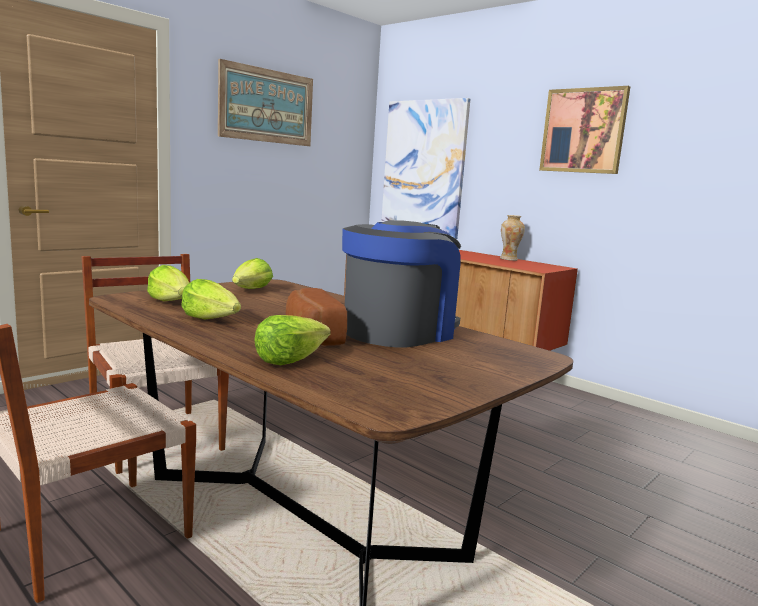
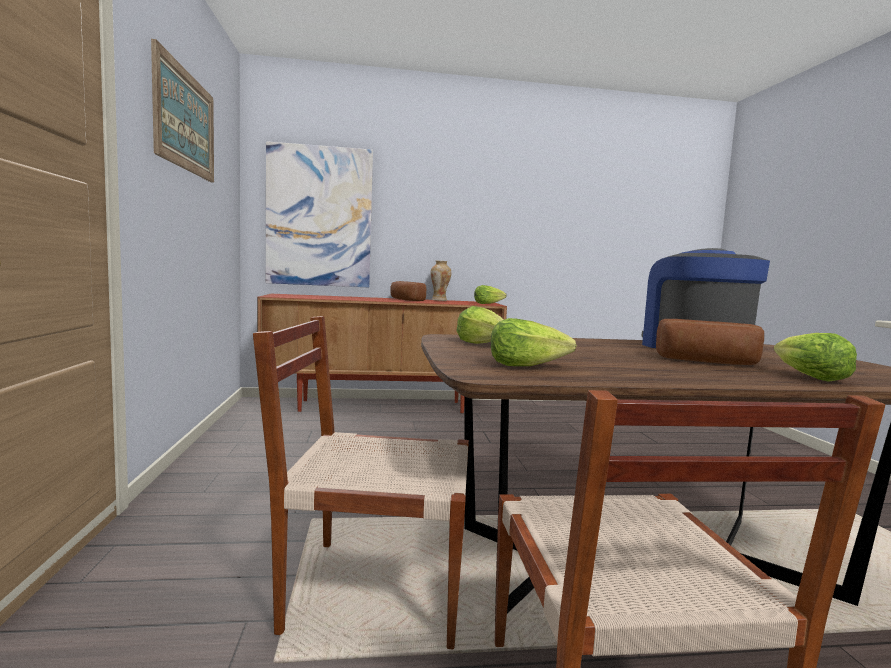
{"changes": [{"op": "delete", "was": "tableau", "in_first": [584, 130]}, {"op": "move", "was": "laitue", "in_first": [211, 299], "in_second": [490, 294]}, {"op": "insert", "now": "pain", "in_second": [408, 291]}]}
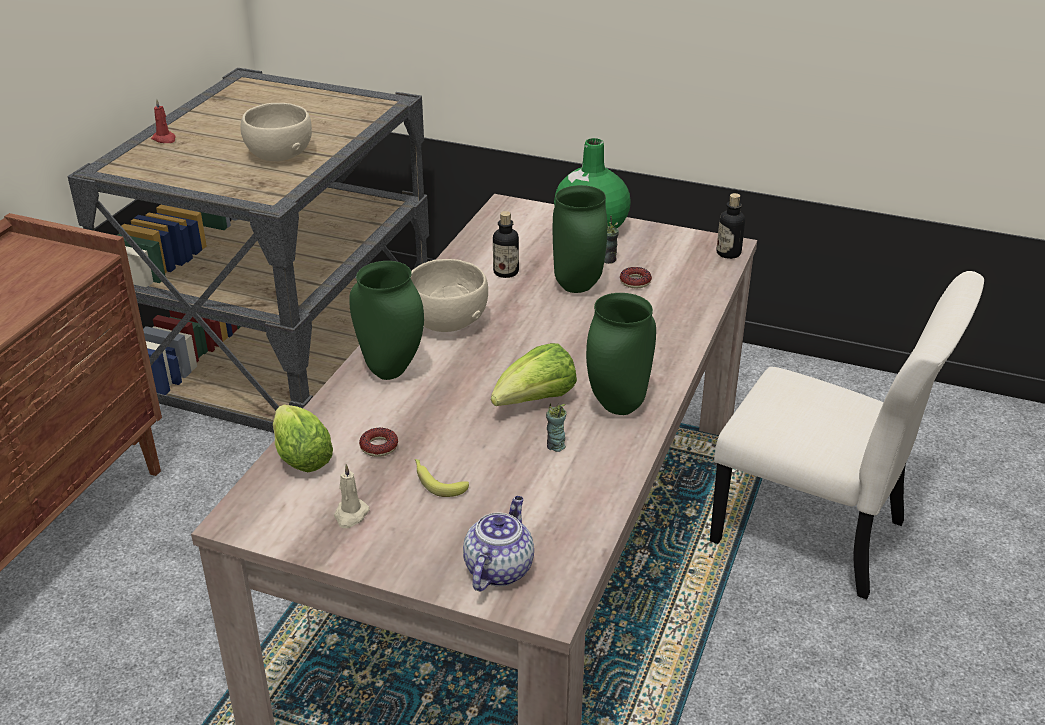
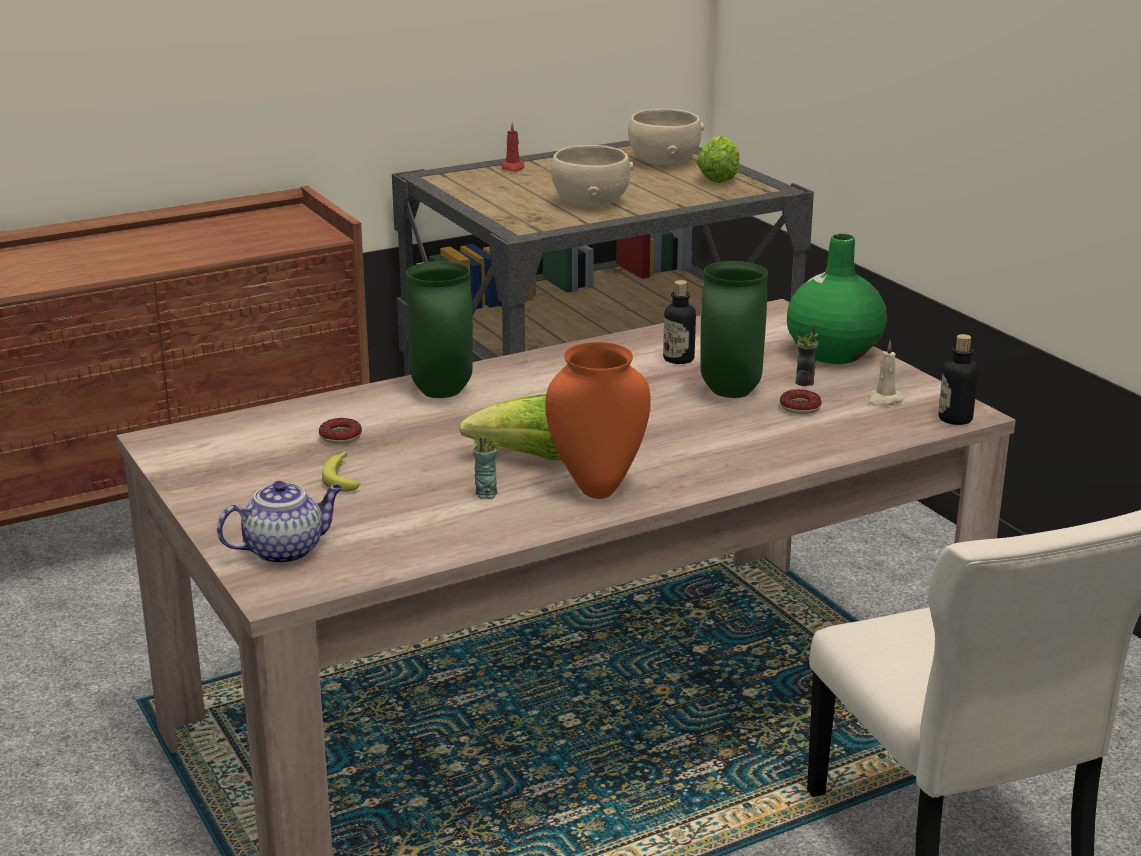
{"changes": [{"op": "move", "was": "bol/beige", "in_first": [449, 295], "in_second": [666, 137]}, {"op": "recolor", "was": "vase/vert", "now": "vase/orange", "in_first": [621, 354], "in_second": [598, 420]}, {"op": "move", "was": "laitue", "in_first": [303, 438], "in_second": [718, 159]}, {"op": "move", "was": "bougie/beige", "in_first": [352, 496], "in_second": [885, 373]}]}
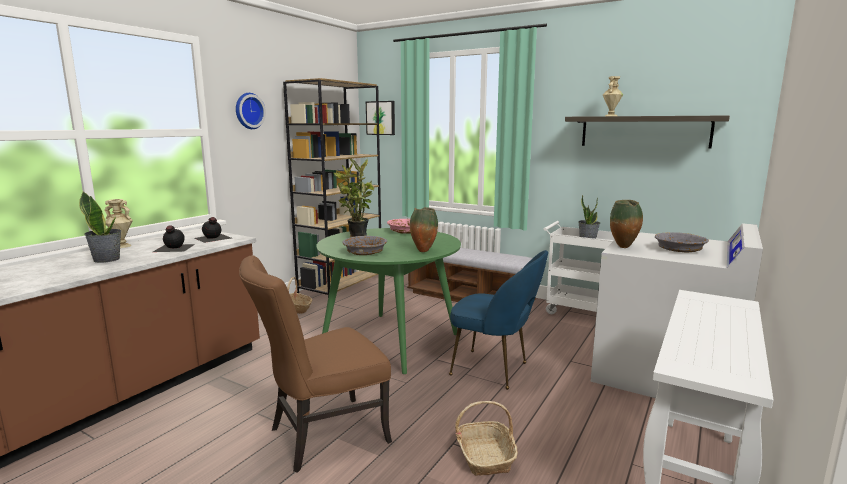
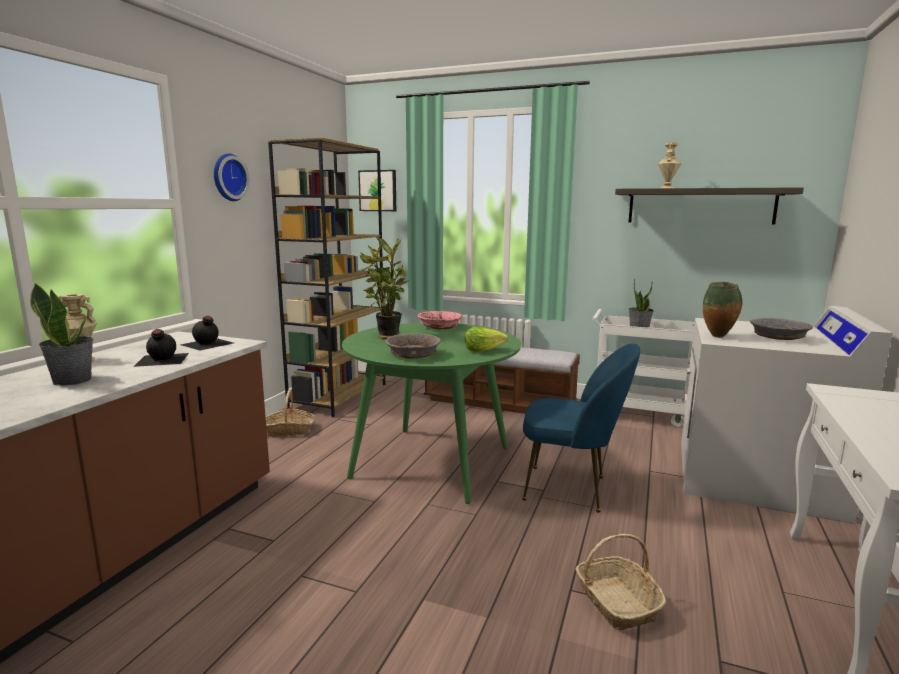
{"changes": [{"op": "replace", "was": "vase", "now": "laitue", "in_first": [424, 229], "in_second": [486, 339]}, {"op": "delete", "was": "chaise/marron", "in_first": [315, 364]}]}
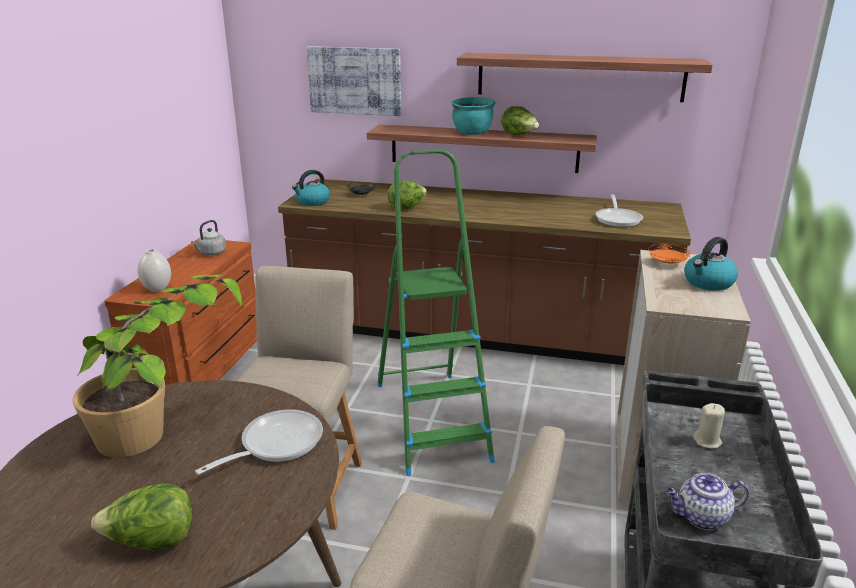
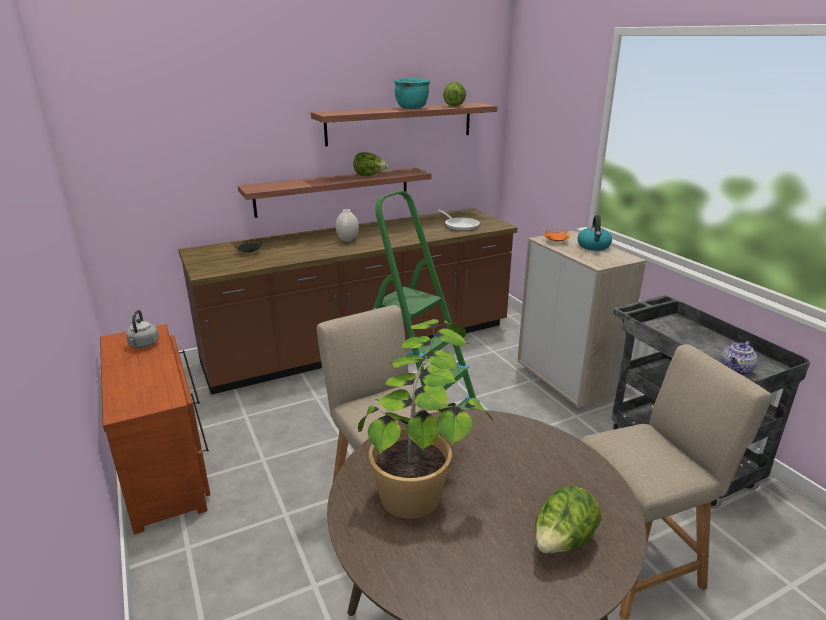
{"changes": [{"op": "delete", "was": "tableau", "in_first": [353, 81]}, {"op": "move", "was": "marmite/turquoise", "in_first": [473, 116], "in_second": [412, 93]}, {"op": "delete", "was": "bouilloire", "in_first": [311, 188]}, {"op": "move", "was": "laitue", "in_first": [407, 195], "in_second": [454, 94]}, {"op": "move", "was": "vase/blanc", "in_first": [154, 270], "in_second": [347, 225]}, {"op": "delete", "was": "bougie/beige", "in_first": [709, 426]}, {"op": "delete", "was": "poêle", "in_first": [259, 442]}]}
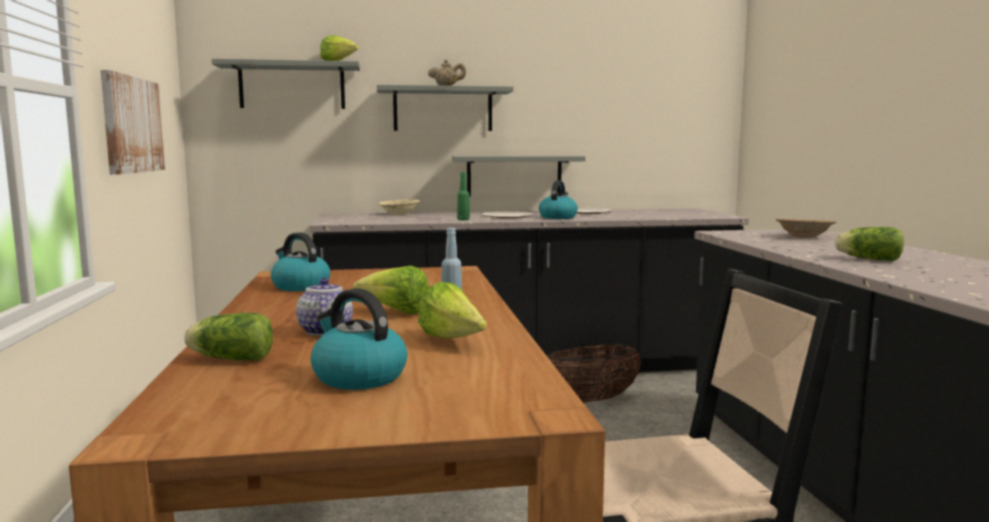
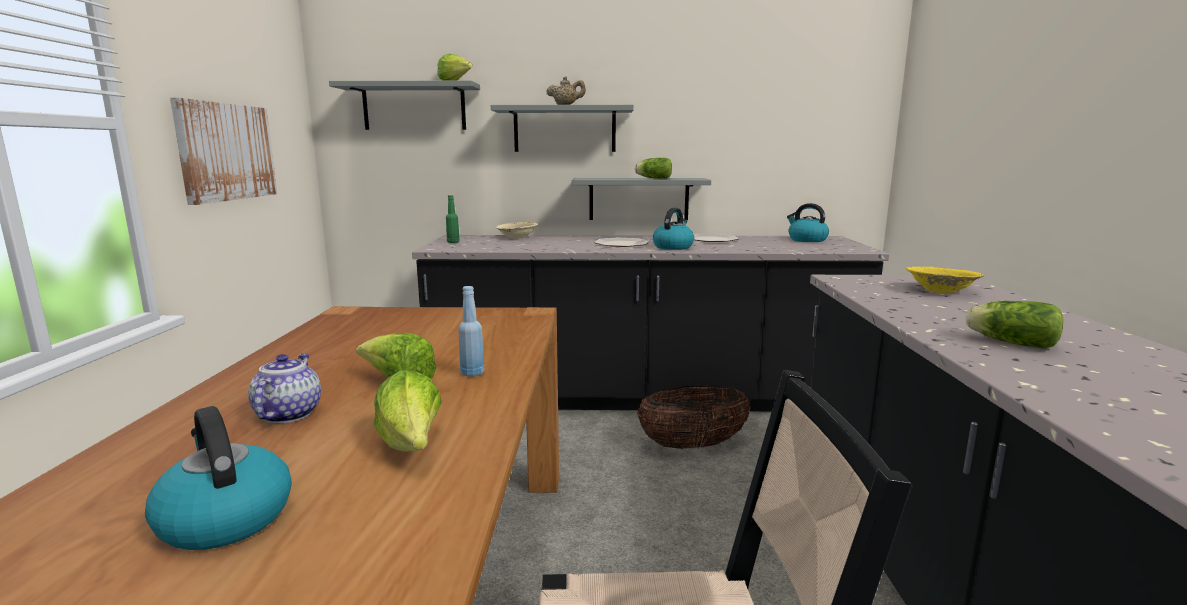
{"changes": [{"op": "move", "was": "bouteille/vert", "in_first": [463, 196], "in_second": [452, 219]}, {"op": "recolor", "was": "bol/marron", "now": "bol/jaune", "in_first": [806, 228], "in_second": [945, 280]}, {"op": "move", "was": "bouilloire", "in_first": [300, 261], "in_second": [808, 222]}, {"op": "move", "was": "laitue", "in_first": [228, 337], "in_second": [653, 168]}]}
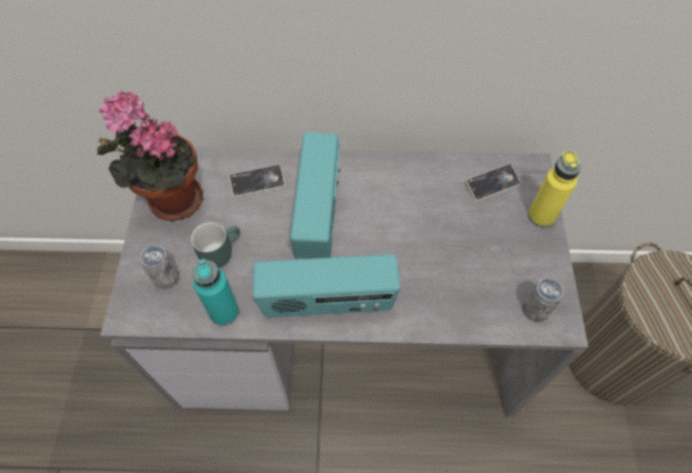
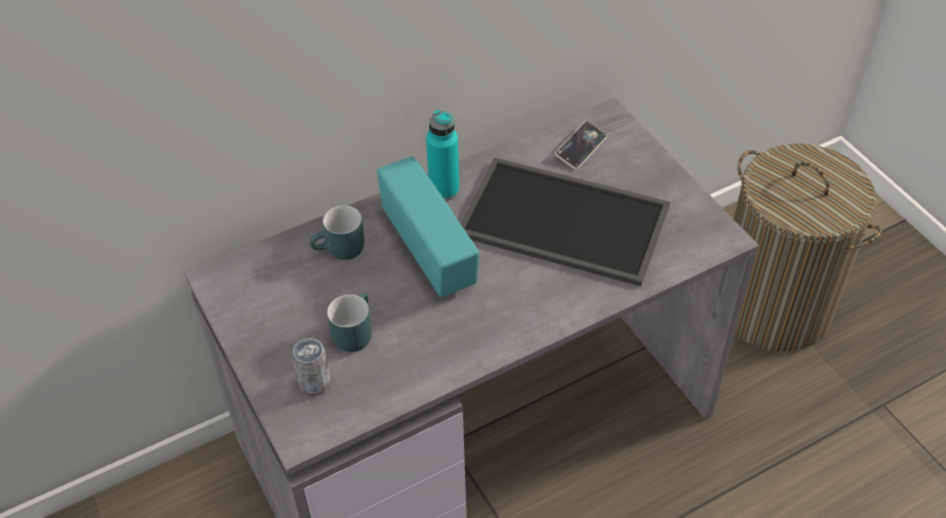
{"changes": [{"op": "delete", "was": "plante en pot", "in_first": [150, 156]}, {"op": "delete", "was": "bouteille/jaune", "in_first": [554, 189]}, {"op": "replace", "was": "téléphone", "now": "mug/turquoise", "in_first": [257, 180], "in_second": [336, 232]}, {"op": "delete", "was": "radio", "in_first": [326, 286]}, {"op": "move", "was": "bouteille/turquoise", "in_first": [215, 292], "in_second": [442, 155]}, {"op": "delete", "was": "boîte métallique", "in_first": [543, 300]}, {"op": "insert", "now": "plateau", "in_second": [565, 221]}]}
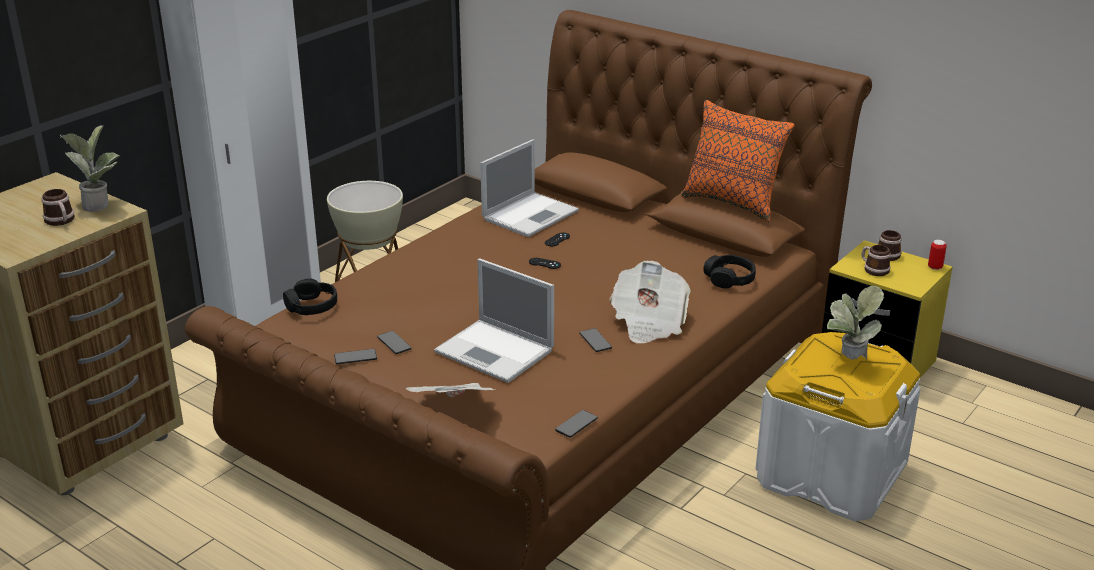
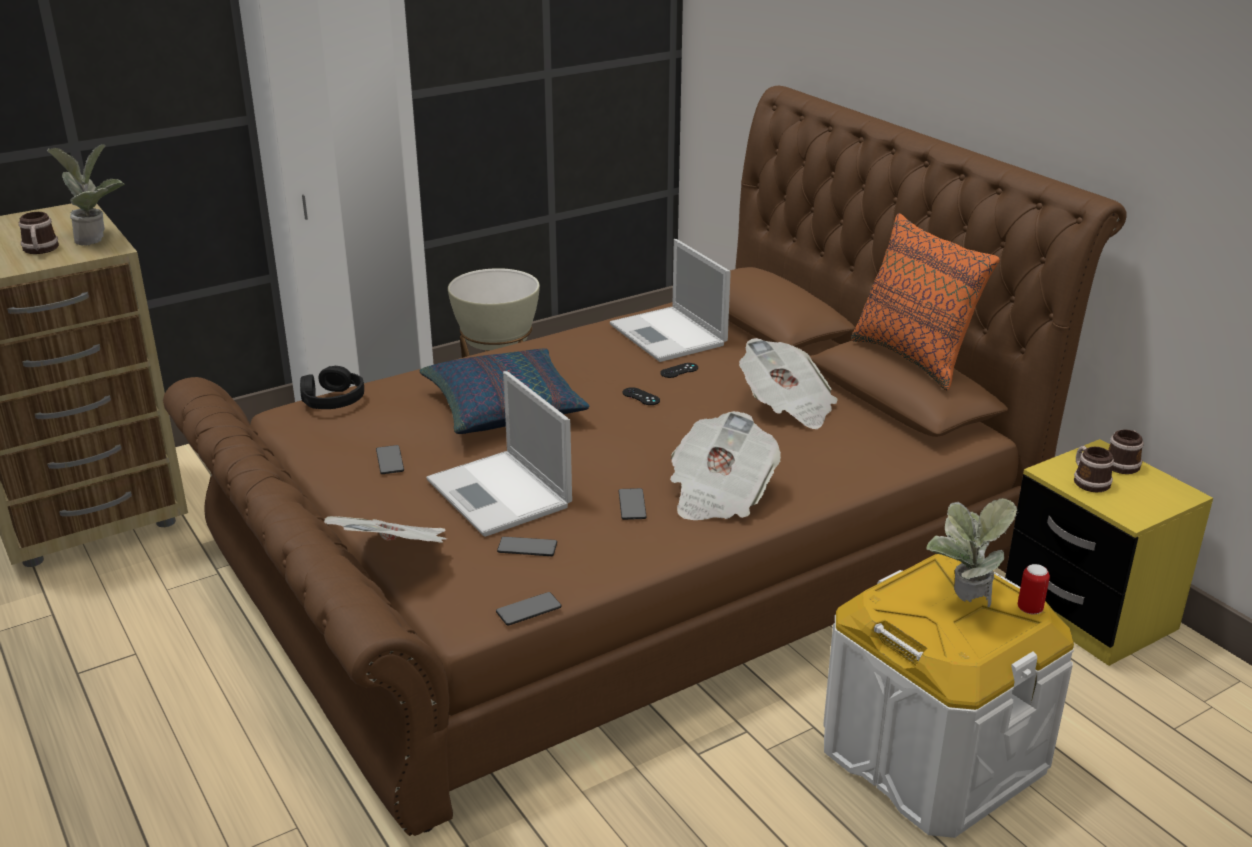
{"changes": [{"op": "rotate", "was": "ordinateur portable", "in_first": [529, 188], "in_second": [670, 300], "clockwise": 90}, {"op": "move", "was": "boîte métallique", "in_first": [937, 255], "in_second": [1034, 589]}, {"op": "delete", "was": "casque audio/noir", "in_first": [729, 271]}, {"op": "move", "was": "téléphone", "in_first": [355, 356], "in_second": [527, 546]}, {"op": "insert", "now": "journal", "in_second": [788, 383]}, {"op": "insert", "now": "coussin/bleu", "in_second": [505, 391]}]}
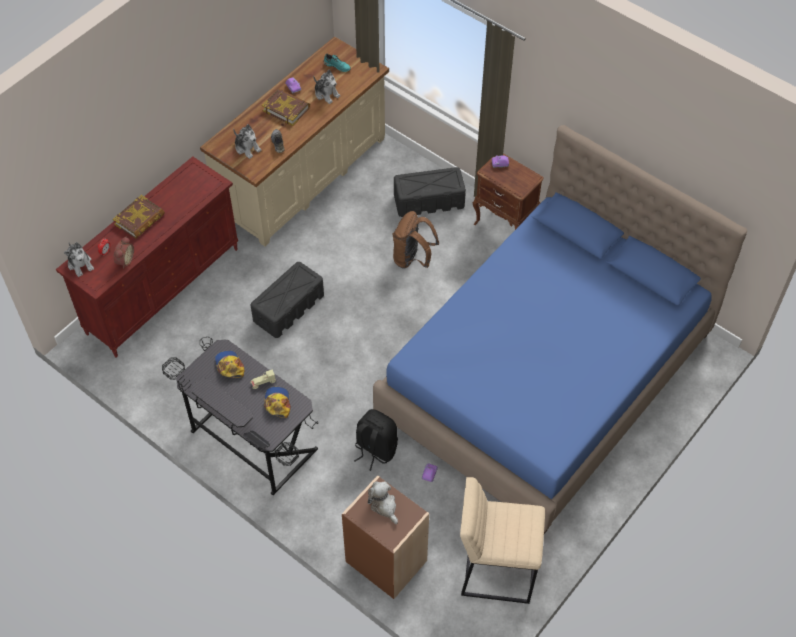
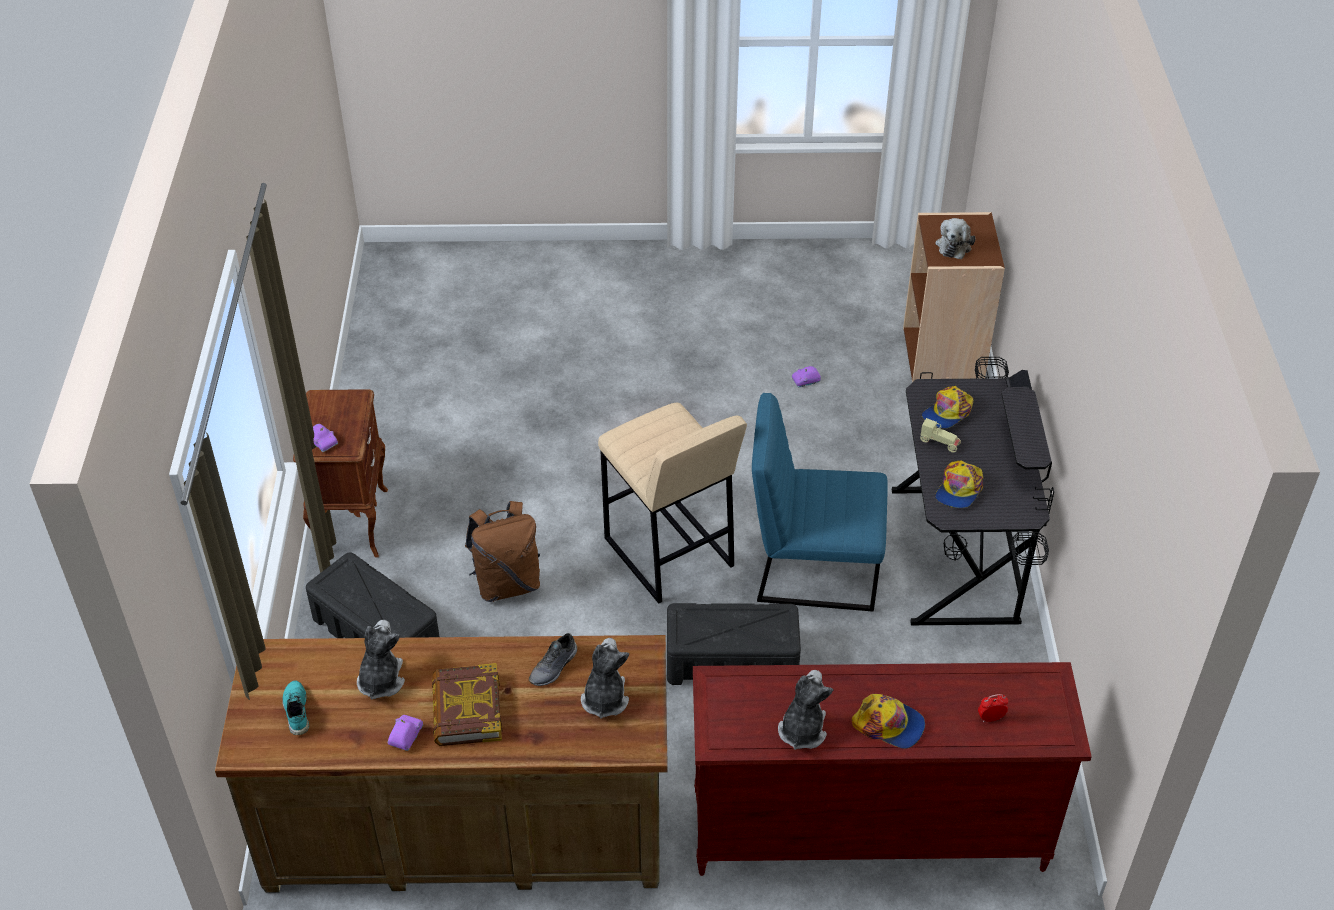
{"changes": [{"op": "delete", "was": "lit/bleu", "in_first": [560, 329]}, {"op": "replace", "was": "livre", "now": "casquette", "in_first": [139, 217], "in_second": [888, 721]}, {"op": "delete", "was": "réveil", "in_first": [123, 253]}, {"op": "move", "was": "peluche", "in_first": [79, 259], "in_second": [805, 710]}, {"op": "delete", "was": "sac à dos/noir", "in_first": [376, 440]}, {"op": "move", "was": "tabouret/beige", "in_first": [502, 540], "in_second": [672, 503]}, {"op": "insert", "now": "chaise/bleu", "in_second": [820, 502]}]}
